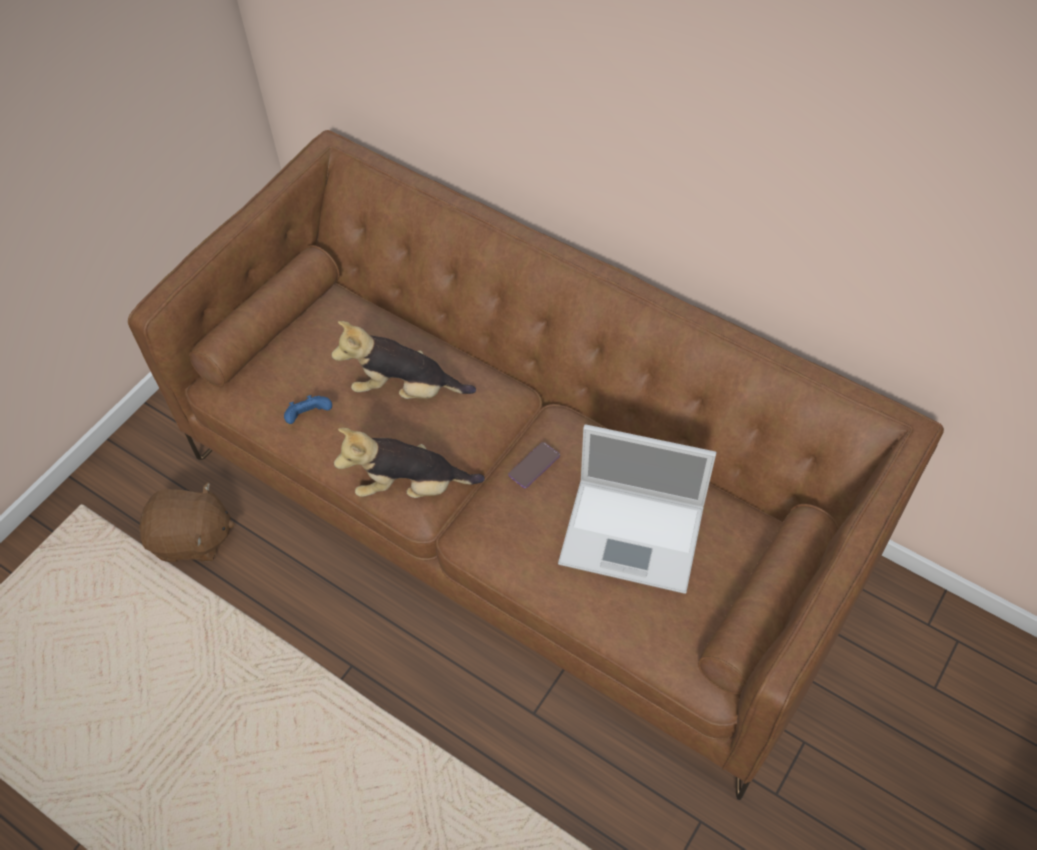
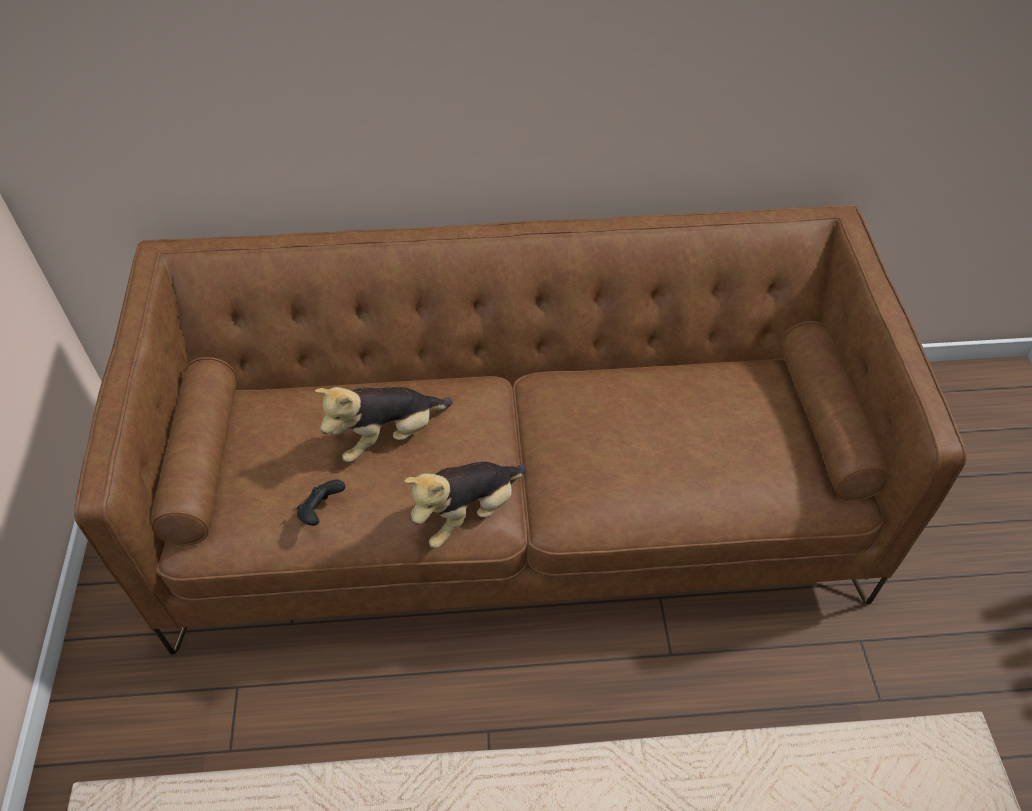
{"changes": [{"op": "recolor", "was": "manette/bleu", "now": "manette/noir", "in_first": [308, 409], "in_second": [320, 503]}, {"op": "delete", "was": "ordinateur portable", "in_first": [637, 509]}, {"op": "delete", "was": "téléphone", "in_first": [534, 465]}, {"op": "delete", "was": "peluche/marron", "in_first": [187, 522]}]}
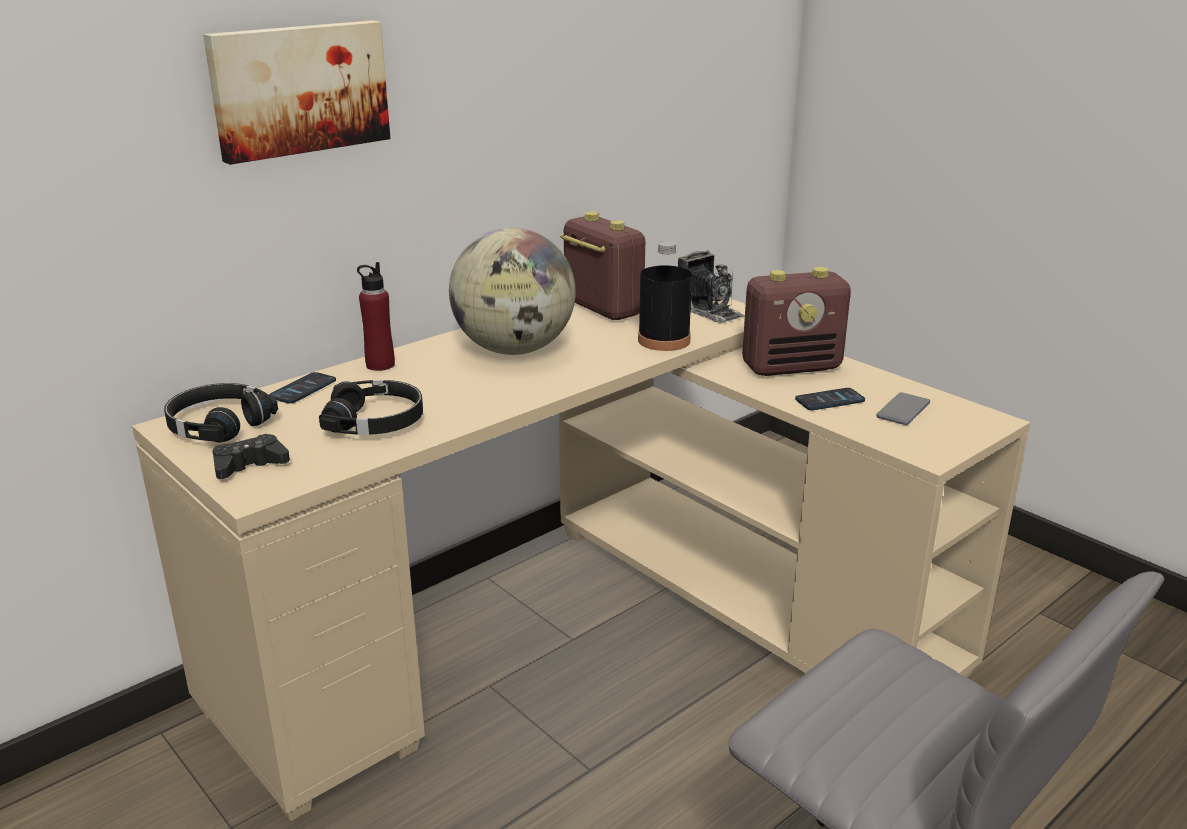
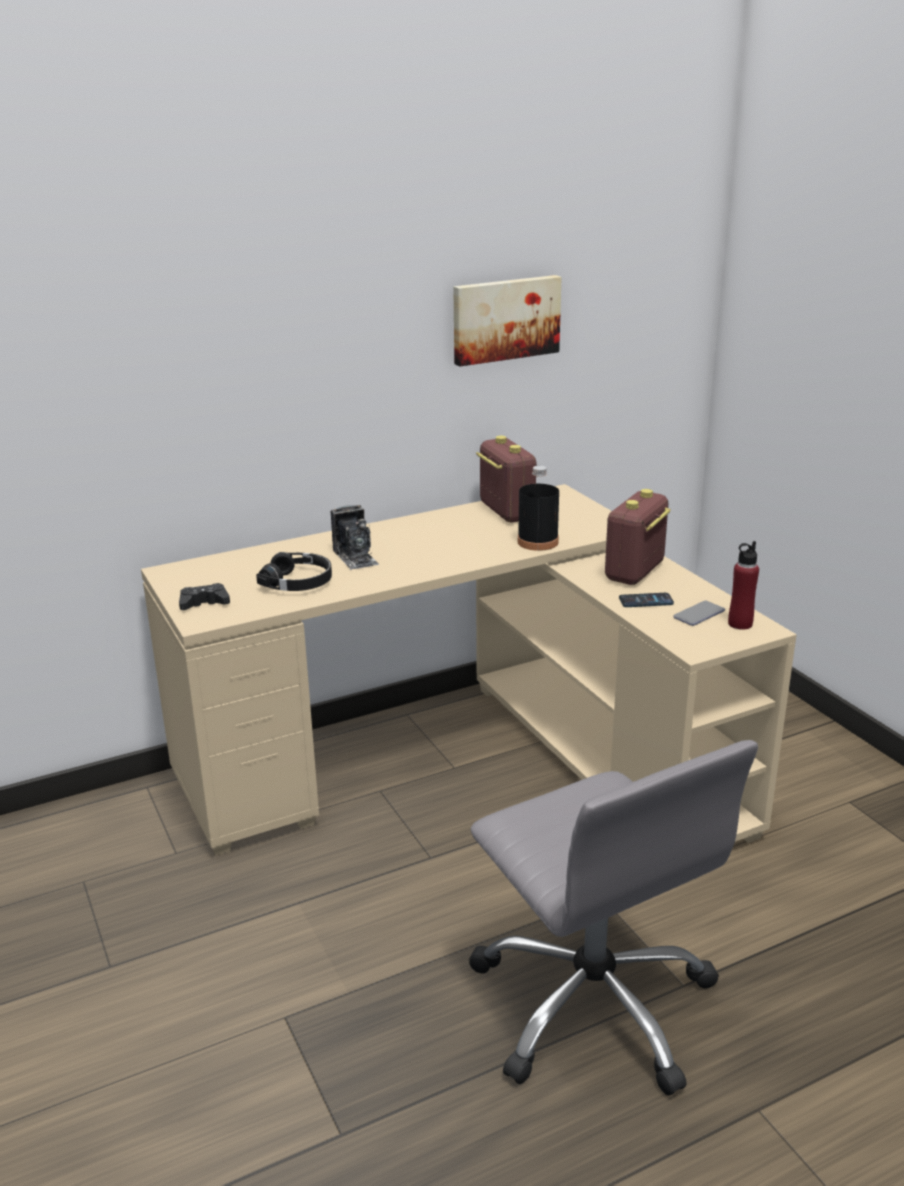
{"changes": [{"op": "move", "was": "tableau", "in_first": [296, 92], "in_second": [507, 321]}, {"op": "delete", "was": "globe", "in_first": [512, 291]}, {"op": "move", "was": "appareil photo", "in_first": [711, 287], "in_second": [355, 537]}, {"op": "move", "was": "bouteille/rouge", "in_first": [376, 316], "in_second": [743, 585]}, {"op": "rotate", "was": "radio", "in_first": [796, 321], "in_second": [638, 537], "clockwise": 120}, {"op": "delete", "was": "téléphone", "in_first": [302, 388]}, {"op": "delete", "was": "casque audio/noir", "in_first": [221, 413]}]}
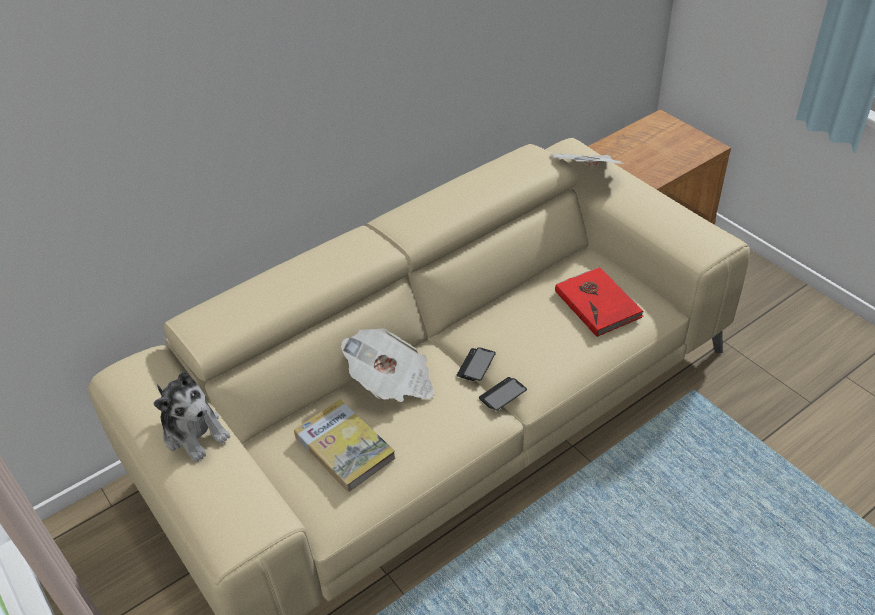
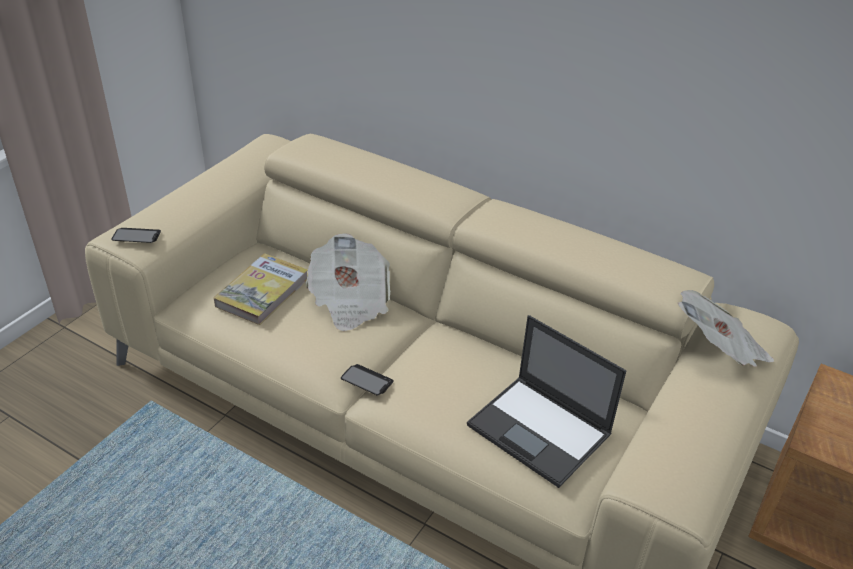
{"changes": [{"op": "replace", "was": "livre/rouge", "now": "ordinateur portable", "in_first": [599, 301], "in_second": [547, 401]}, {"op": "move", "was": "téléphone", "in_first": [476, 364], "in_second": [136, 235]}, {"op": "delete", "was": "peluche", "in_first": [192, 417]}]}
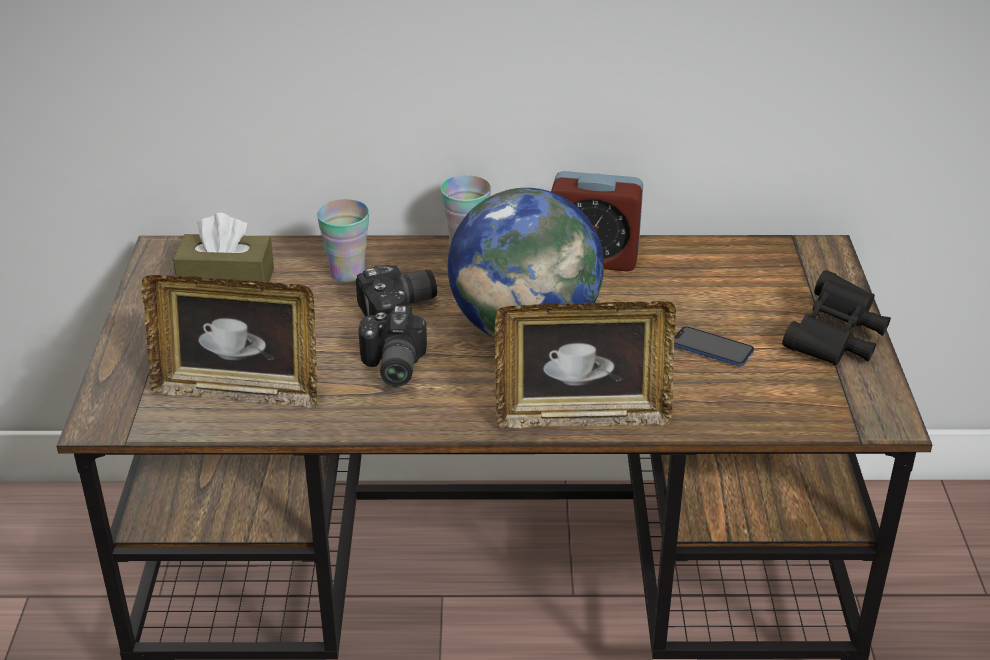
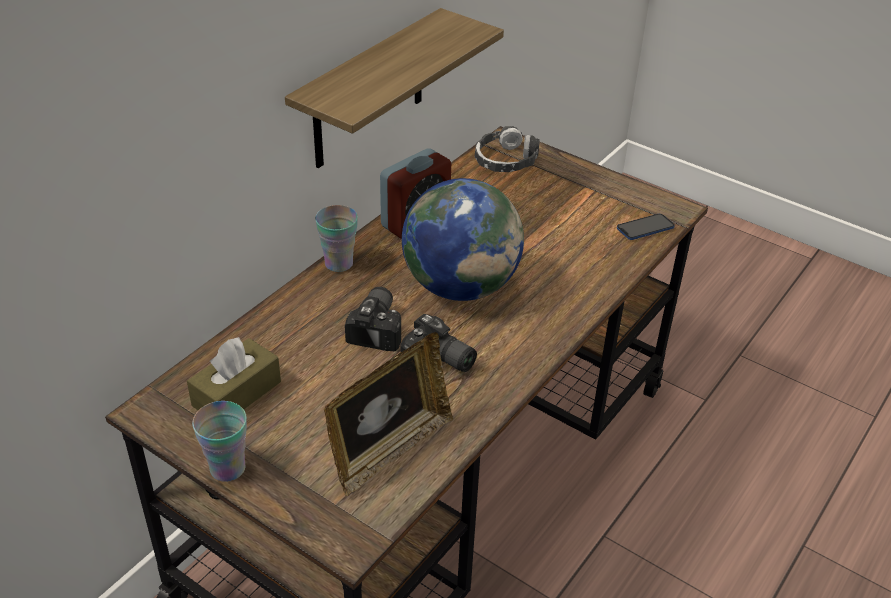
{"changes": [{"op": "move", "was": "tasse", "in_first": [343, 241], "in_second": [219, 441]}, {"op": "delete", "was": "jumelles/noir", "in_first": [836, 318]}, {"op": "delete", "was": "cadre photo", "in_first": [585, 364]}, {"op": "move", "was": "téléphone", "in_first": [714, 346], "in_second": [646, 227]}, {"op": "insert", "now": "étagère", "in_second": [394, 88]}, {"op": "insert", "now": "casque audio", "in_second": [507, 149]}]}
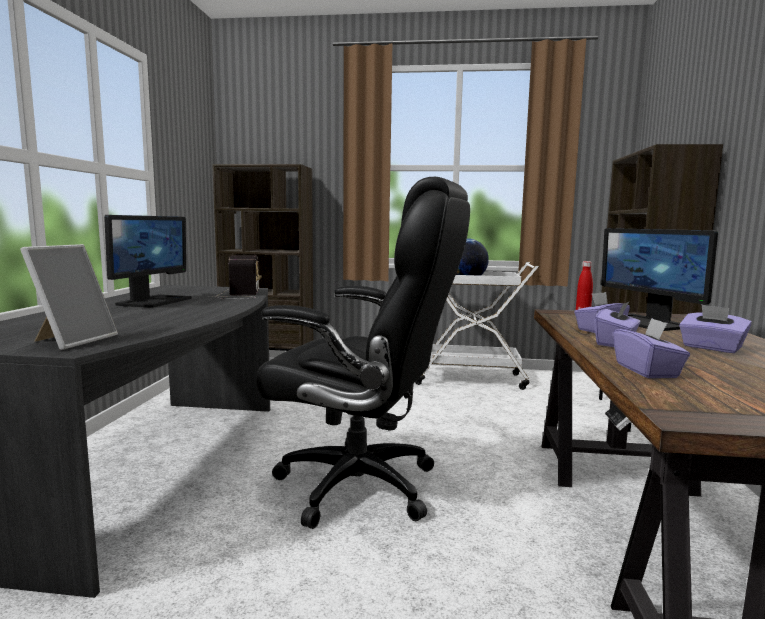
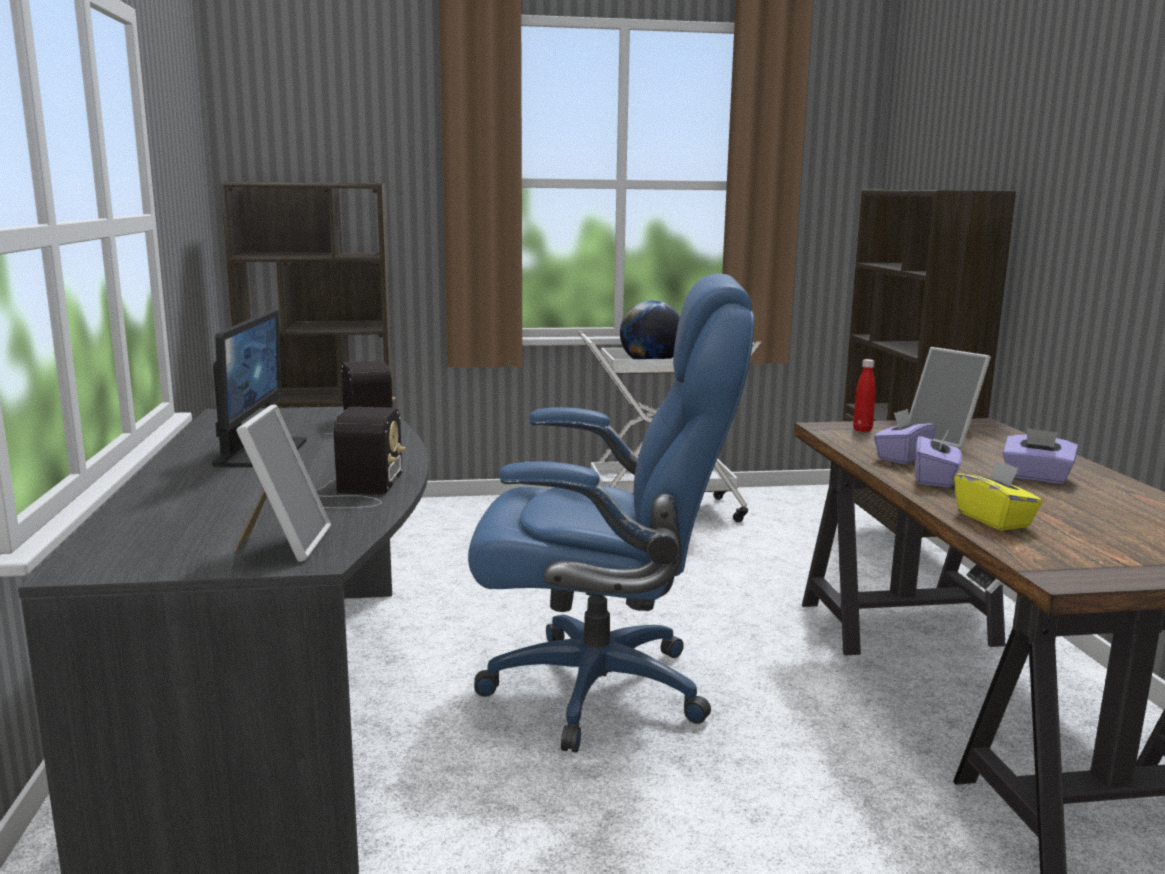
{"changes": [{"op": "recolor", "was": "chaise de bureau/noir", "now": "chaise de bureau/bleu", "in_first": [363, 353], "in_second": [611, 513]}, {"op": "replace", "was": "écran d'ordinateur", "now": "cadre photo", "in_first": [659, 279], "in_second": [950, 398]}, {"op": "recolor", "was": "boîte à mouchoirs/violet", "now": "boîte à mouchoirs/jaune", "in_first": [651, 348], "in_second": [998, 495]}, {"op": "insert", "now": "radio", "in_second": [361, 458]}]}
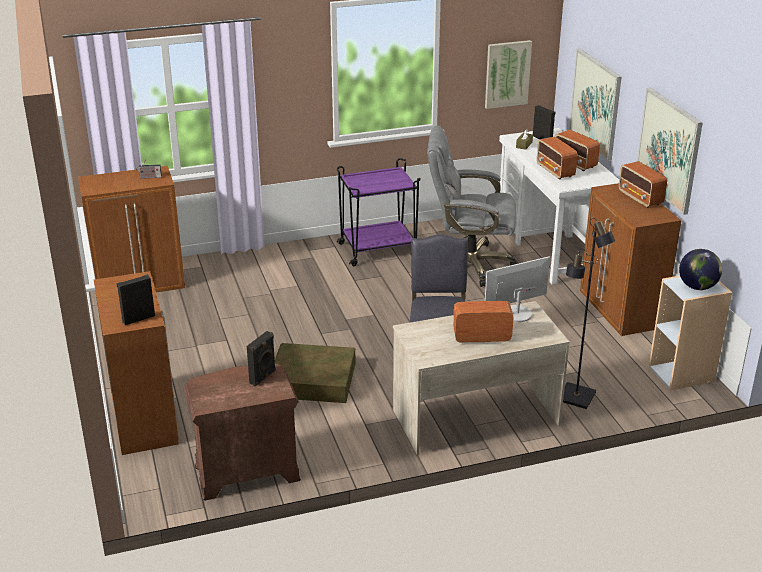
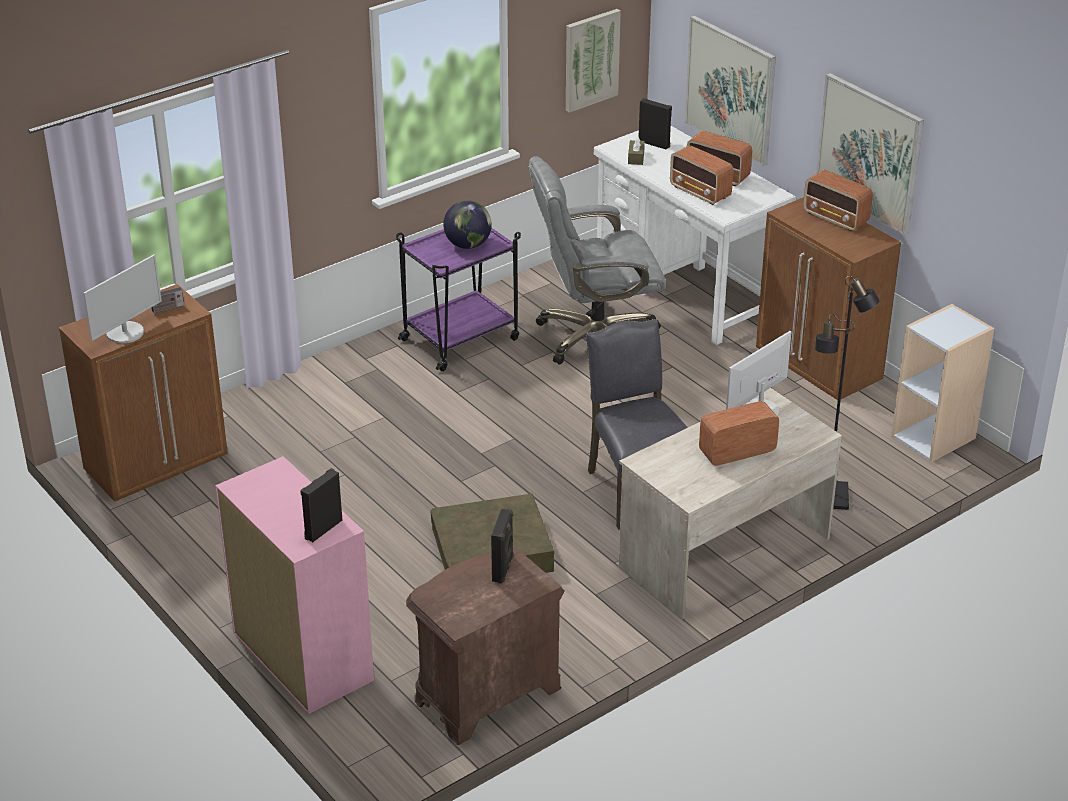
{"changes": [{"op": "move", "was": "globe", "in_first": [700, 269], "in_second": [467, 224]}, {"op": "recolor", "was": "meuble de rangement/marron", "now": "meuble de rangement/rose", "in_first": [136, 363], "in_second": [294, 585]}, {"op": "insert", "now": "écran d'ordinateur", "in_second": [122, 298]}]}
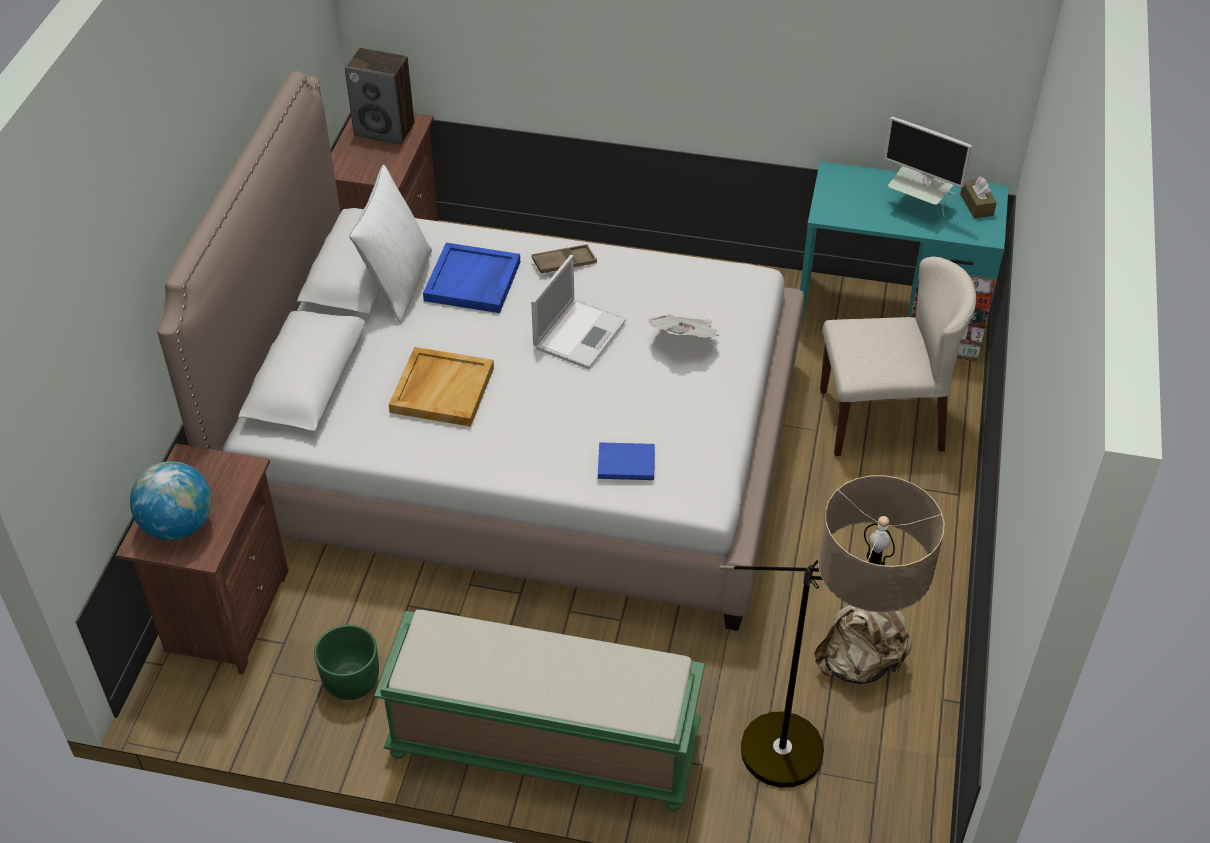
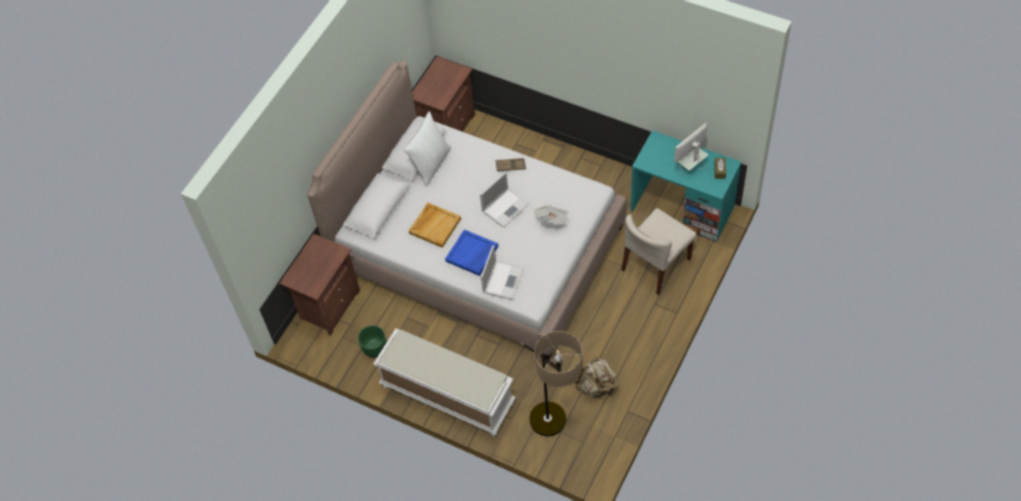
{"changes": [{"op": "delete", "was": "enceinte", "in_first": [380, 96]}, {"op": "rotate", "was": "écran d'ordinateur", "in_first": [928, 166], "in_second": [691, 148], "clockwise": 90}, {"op": "move", "was": "plateau/bleu", "in_first": [471, 278], "in_second": [471, 252]}, {"op": "rotate", "was": "chaise/beige", "in_first": [898, 356], "in_second": [659, 251], "clockwise": 120}, {"op": "replace", "was": "livre/bleu", "now": "ordinateur portable", "in_first": [626, 461], "in_second": [502, 272]}, {"op": "delete", "was": "globe", "in_first": [171, 500]}, {"op": "recolor", "was": "banc/vert", "now": "banc/blanc", "in_first": [539, 710], "in_second": [444, 382]}]}
